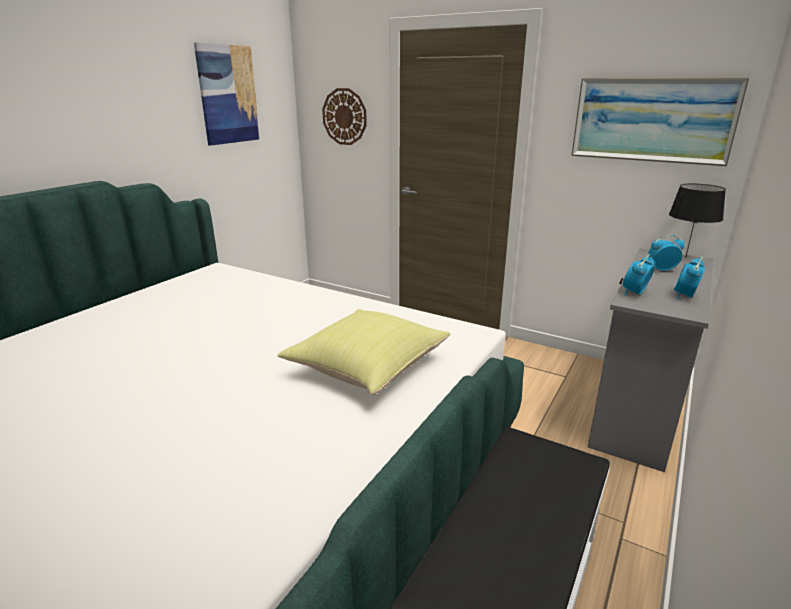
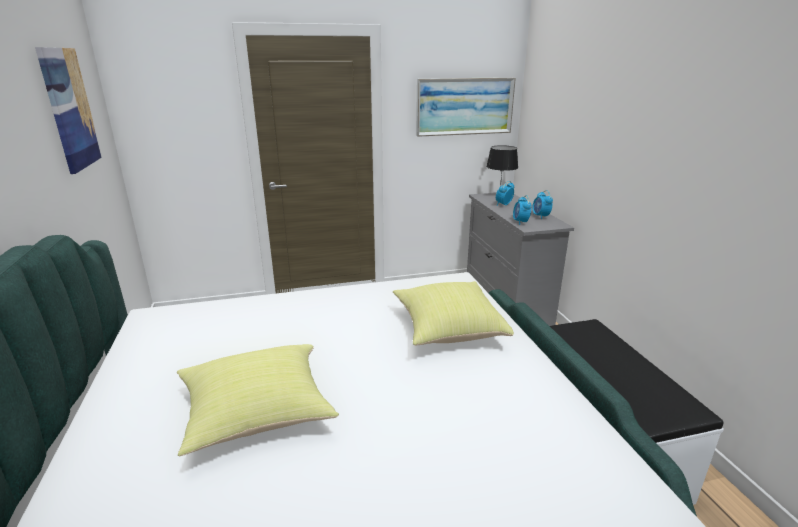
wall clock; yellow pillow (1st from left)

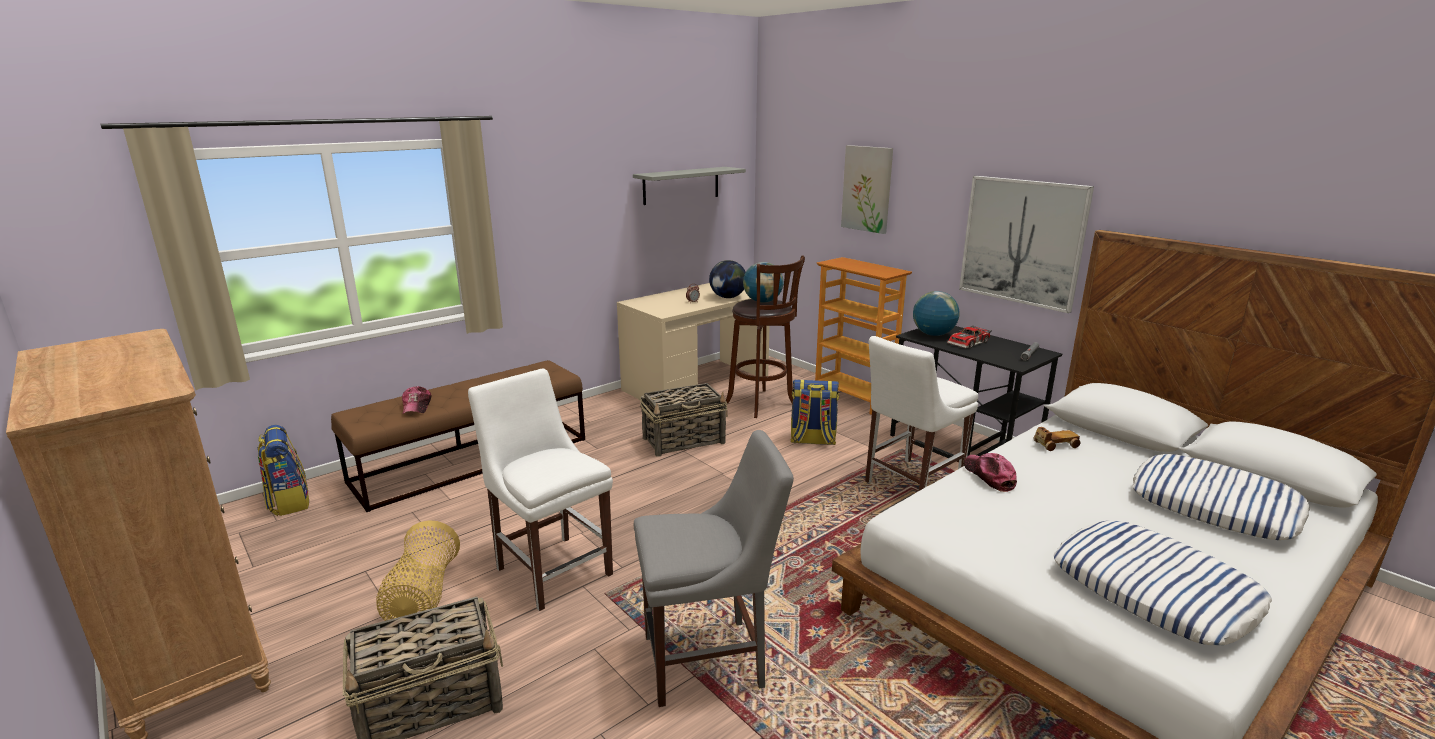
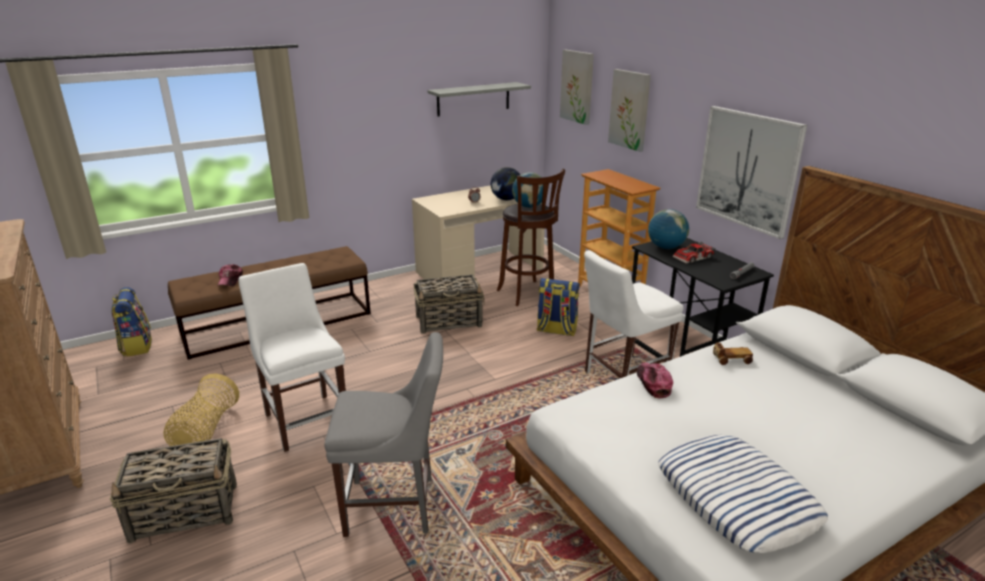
pillow (2nd from left in the first image); picture (1st from left)

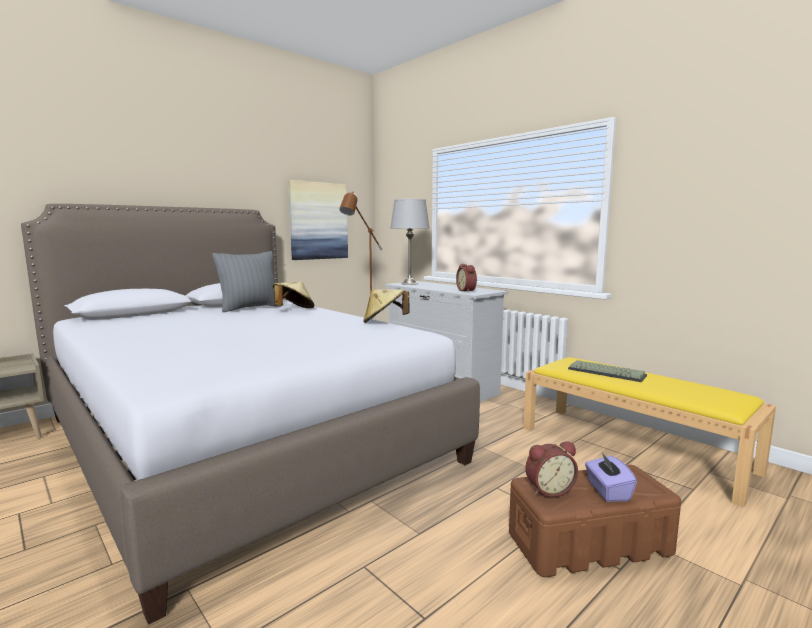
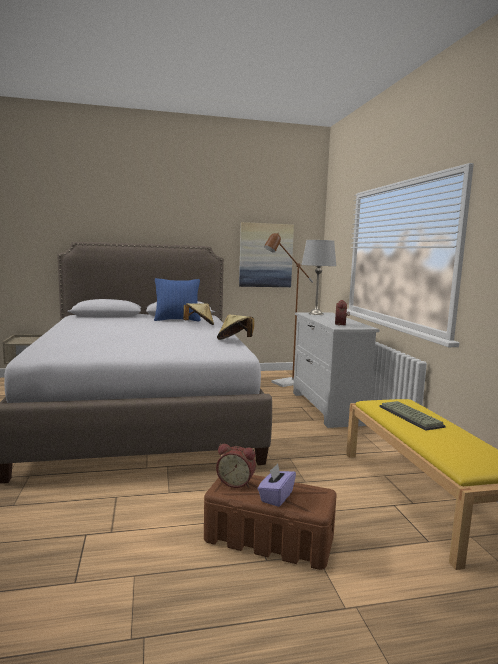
blue pillow

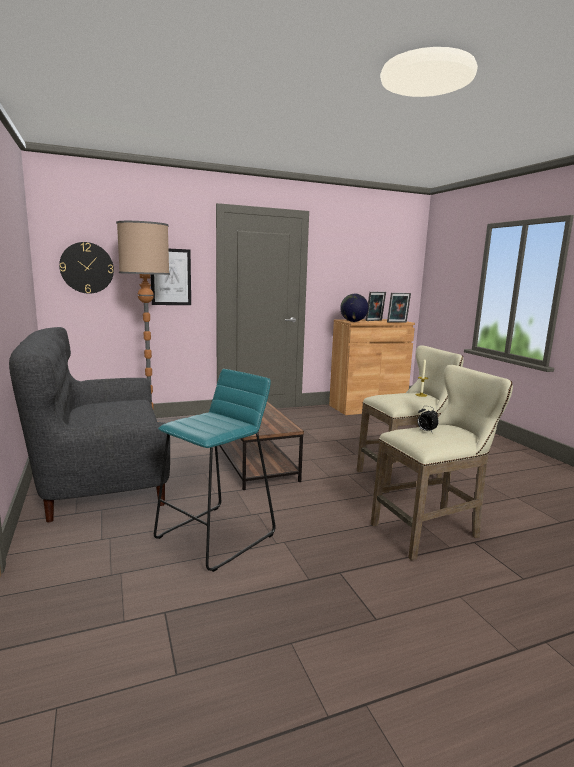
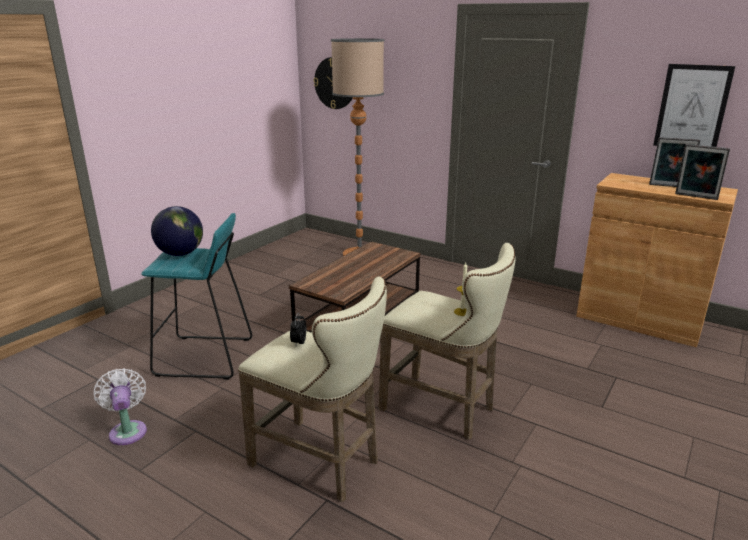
grey sofa; picture; globe; white fan

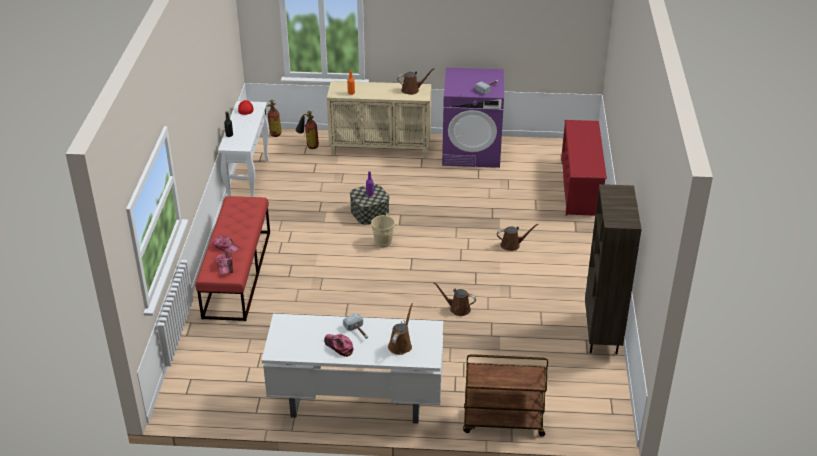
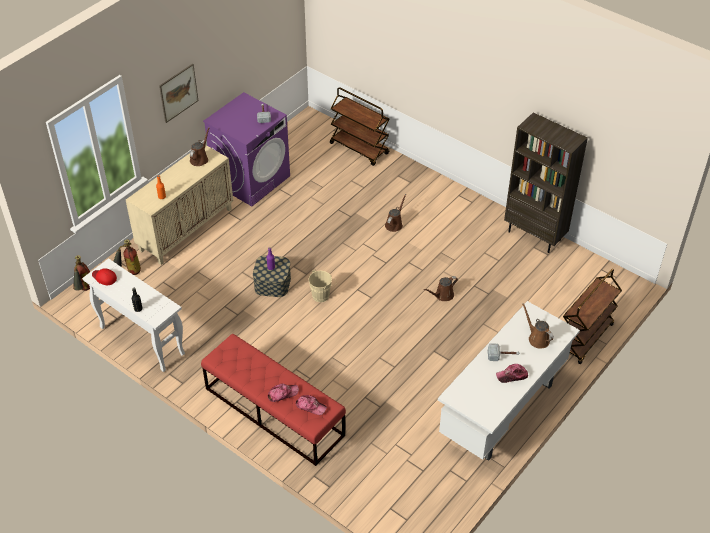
brown cart (1st from left); picture

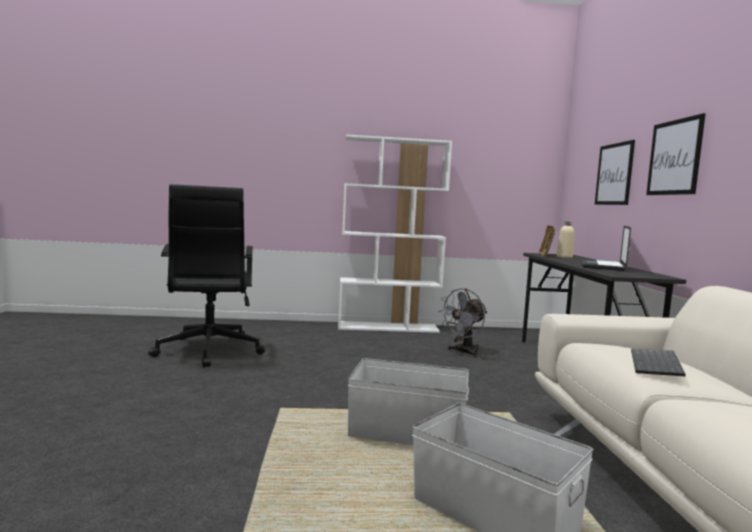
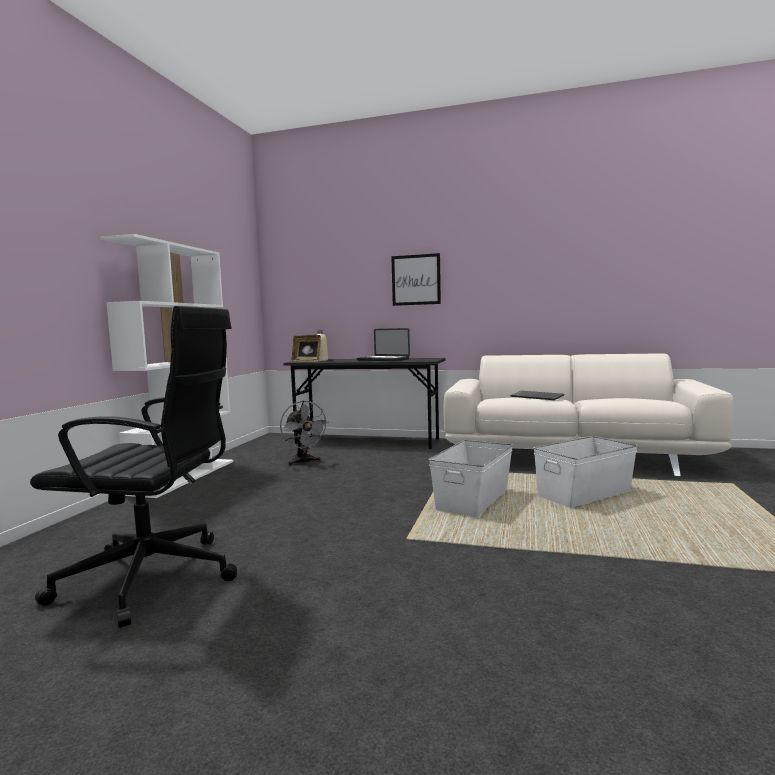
picture (1st from left in the first image)

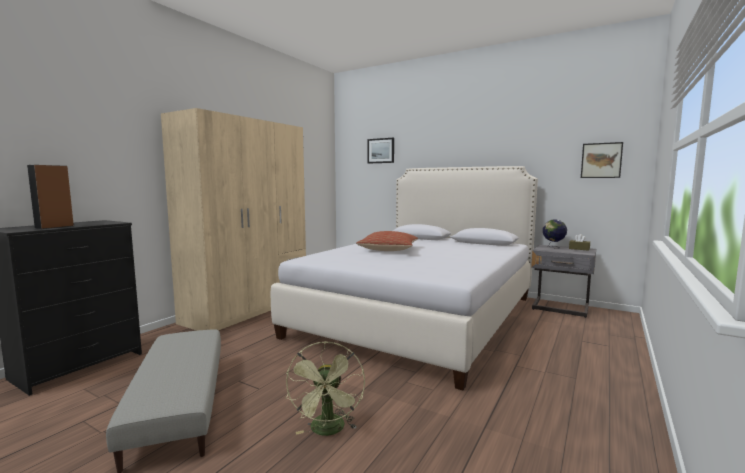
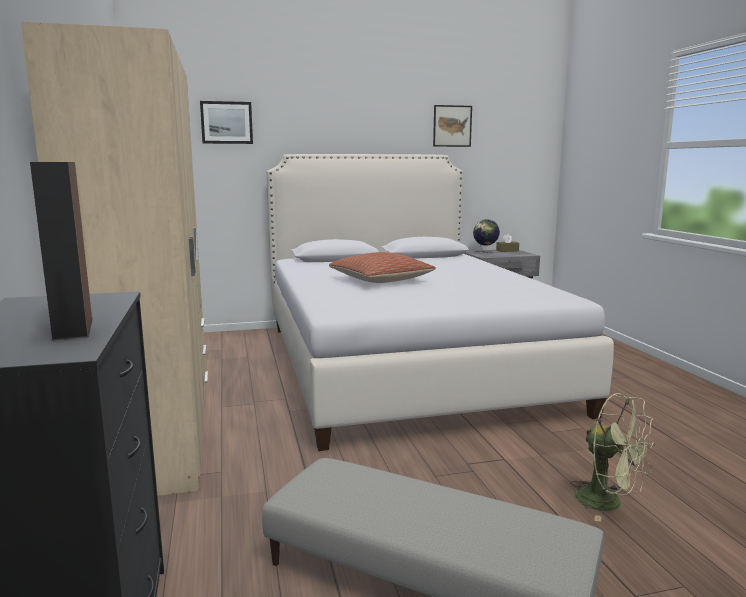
picture (2nd from left)

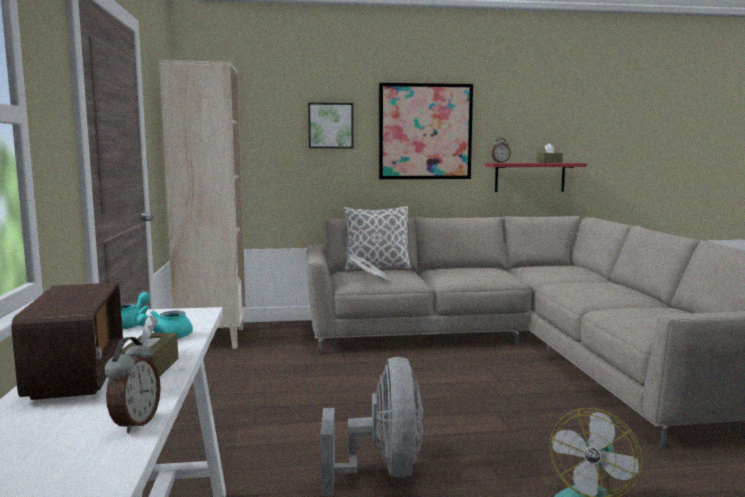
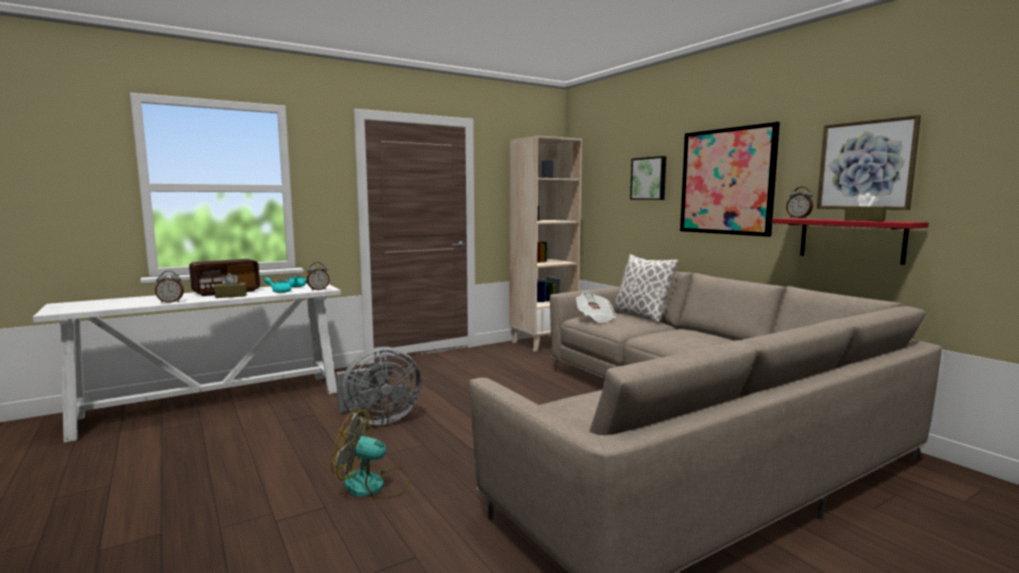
alarm clock (2nd from left); picture (3rd from left)

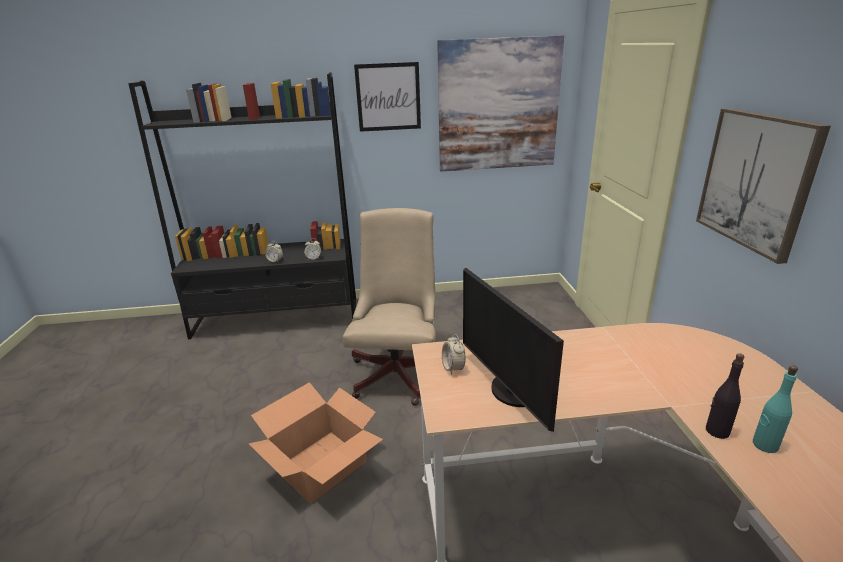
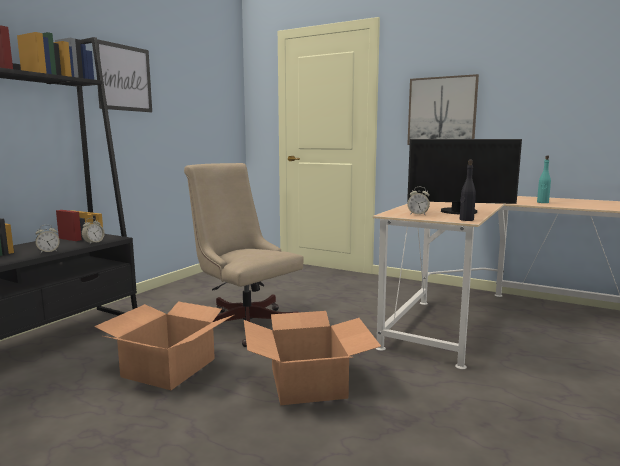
picture (2nd from left in the first image); black bottle; cardboard box (1st from left)

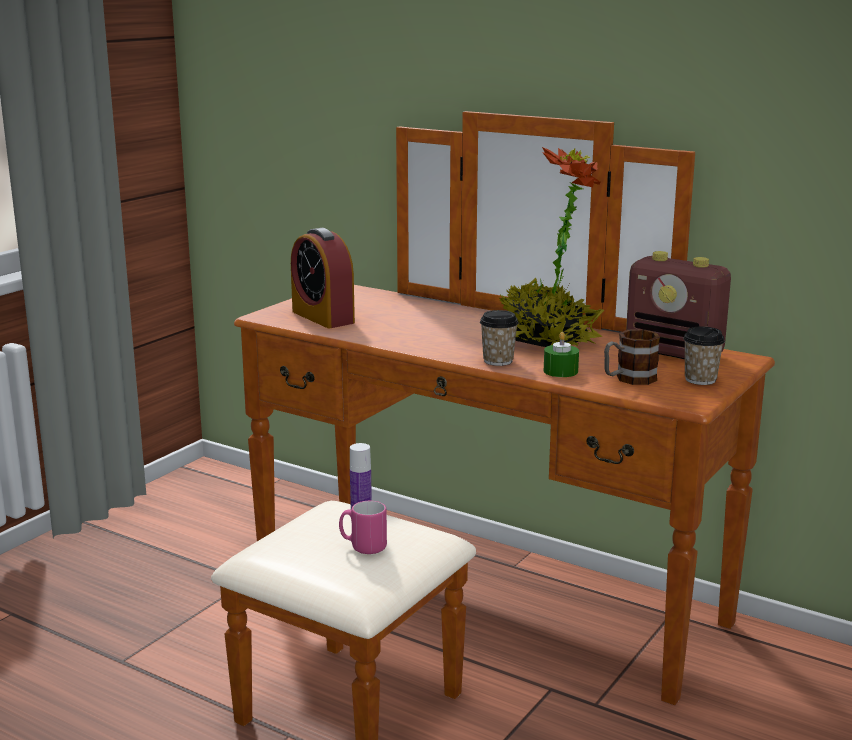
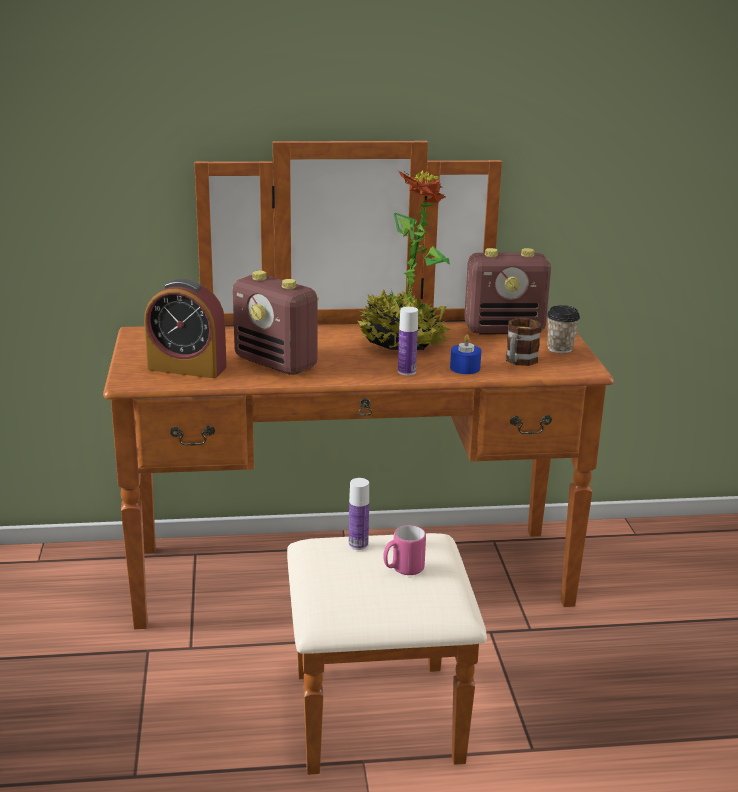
bottle (2nd from left); blue candle; radio (1st from left)

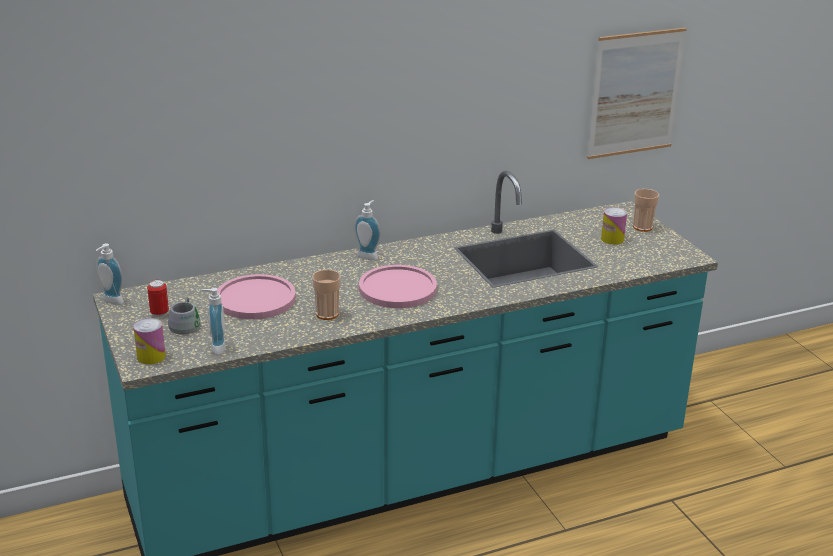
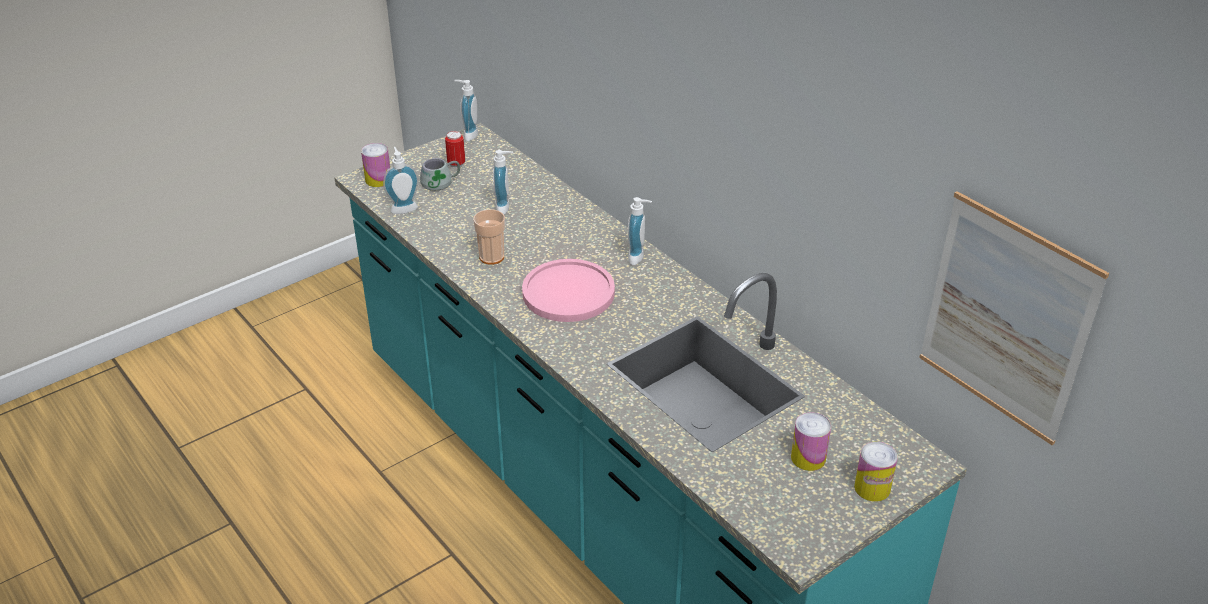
soap dispenser (3rd from left); can (4th from left)

